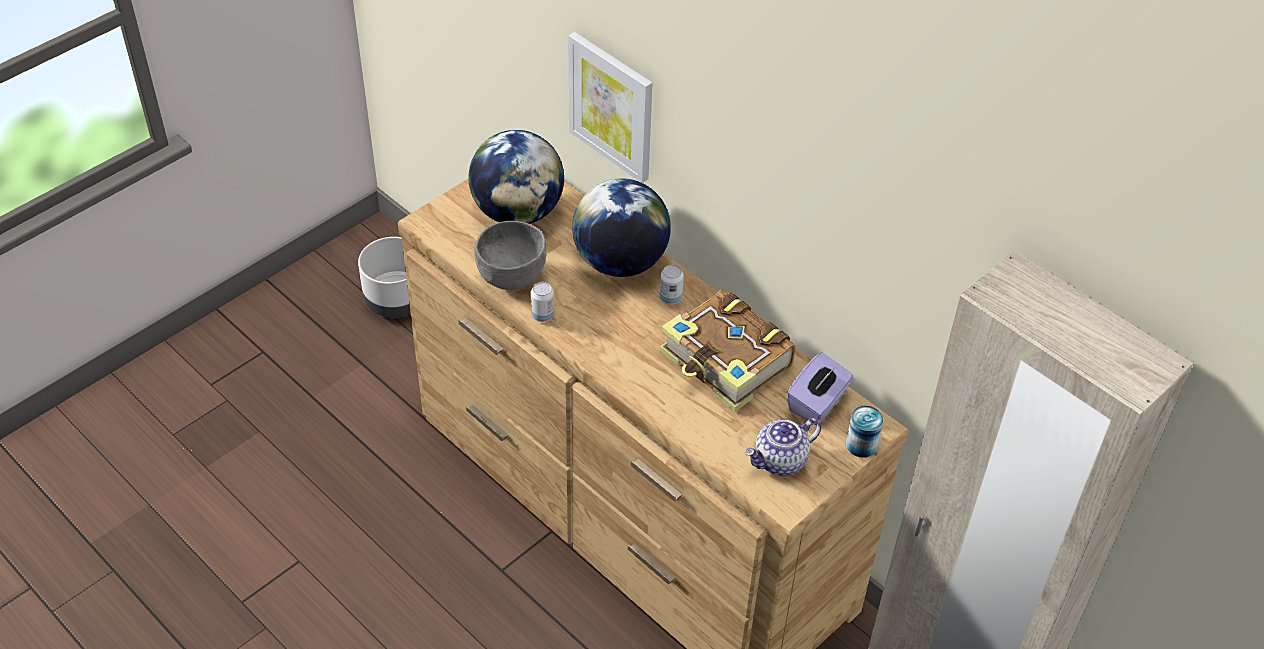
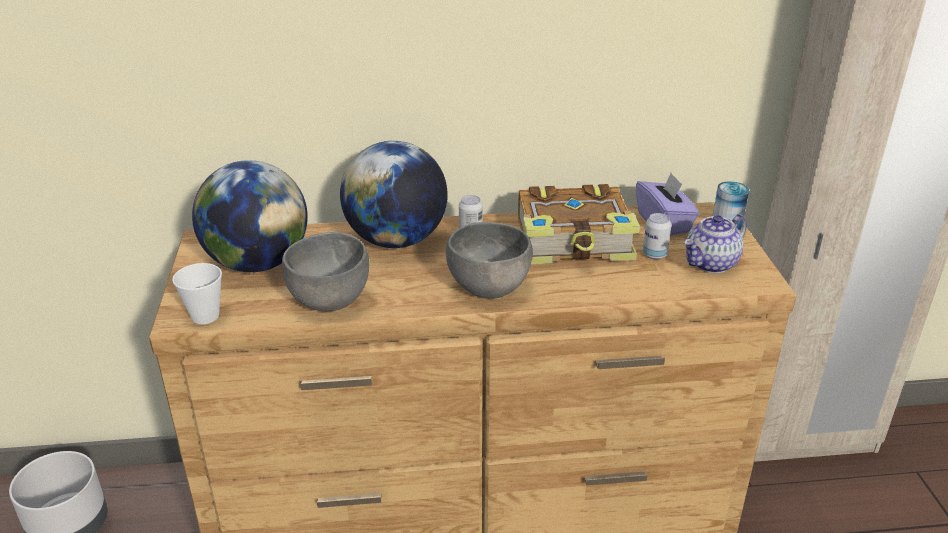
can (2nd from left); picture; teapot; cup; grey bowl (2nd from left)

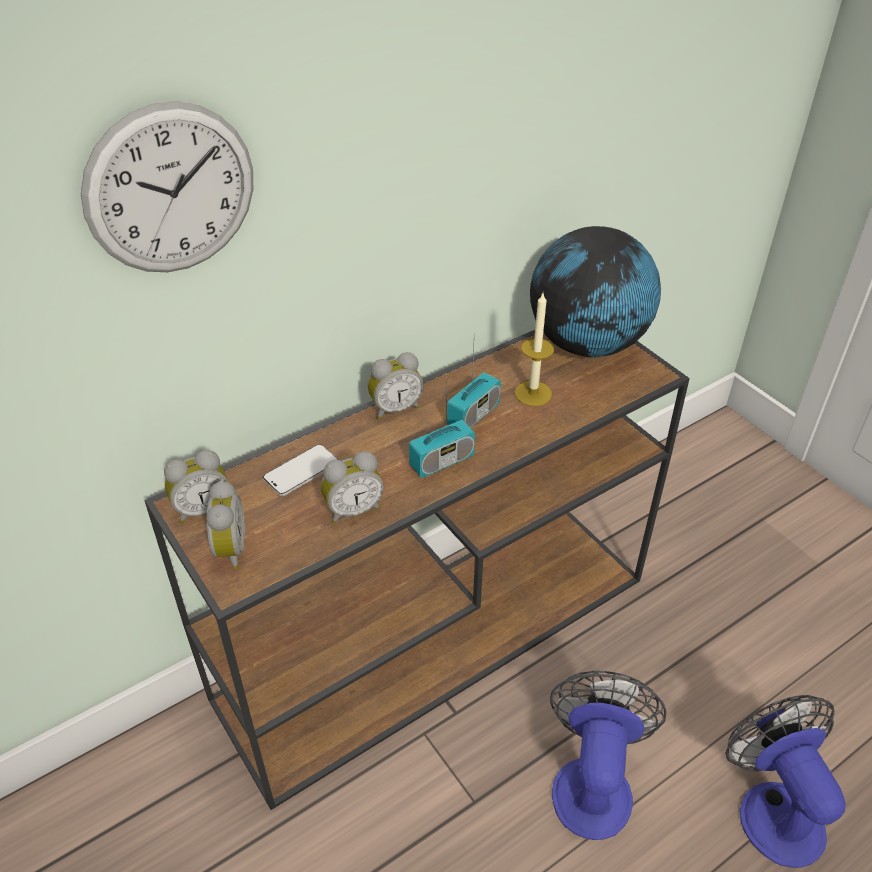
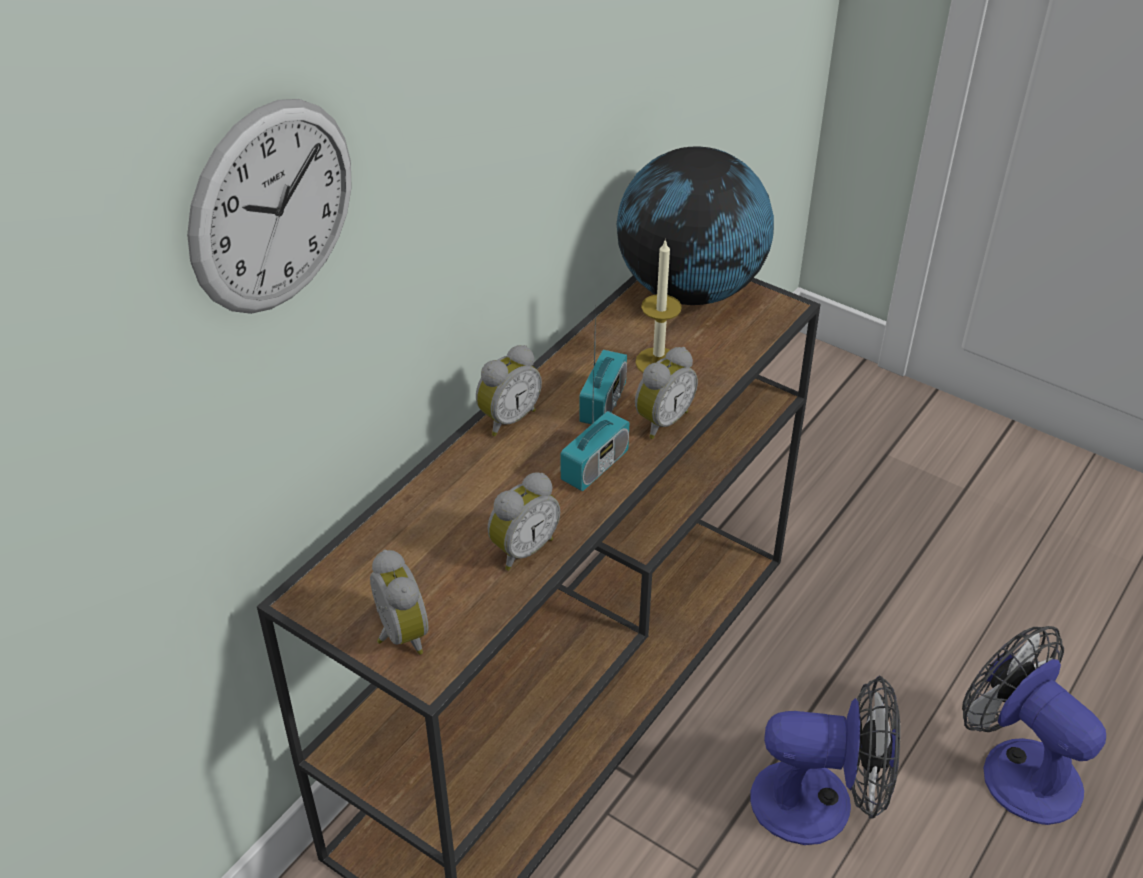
alarm clock (4th from left); phone; fan (1st from left)

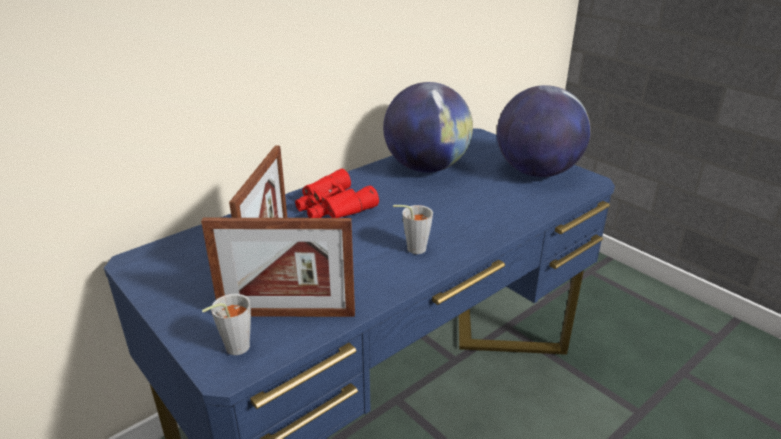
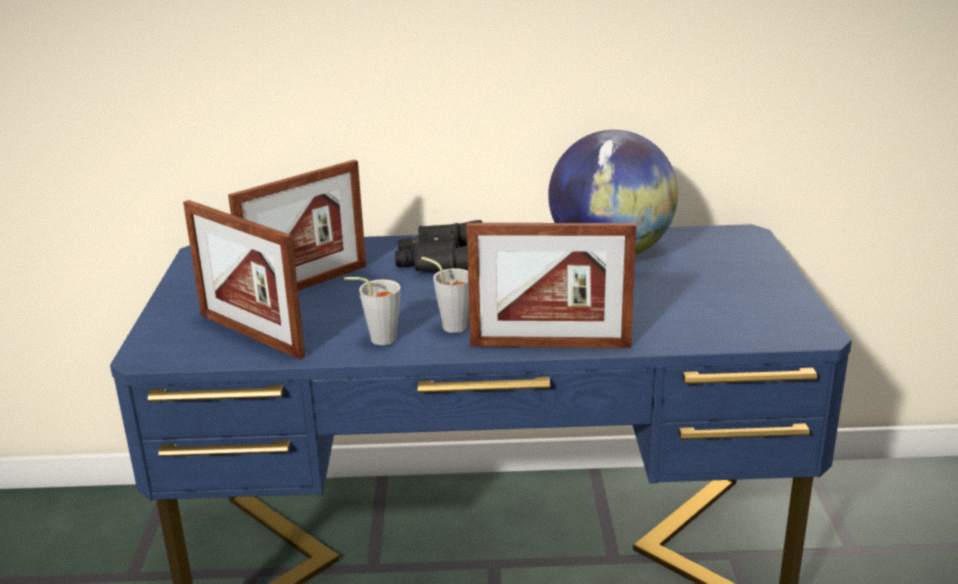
grey cup (1st from left); black binoculars; globe (2nd from left in the first image); picture frame (3rd from left)

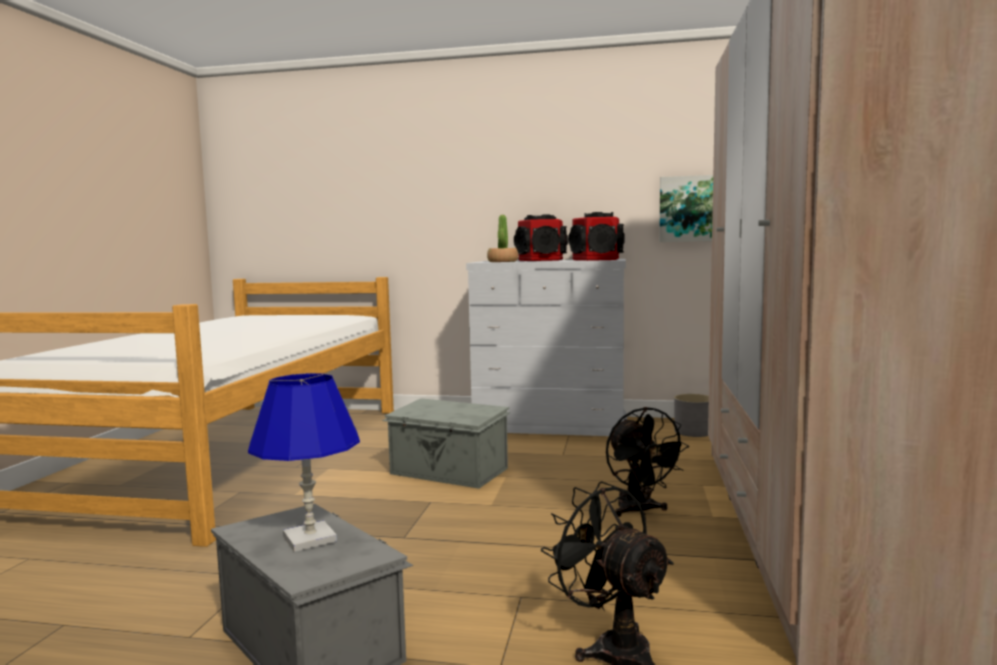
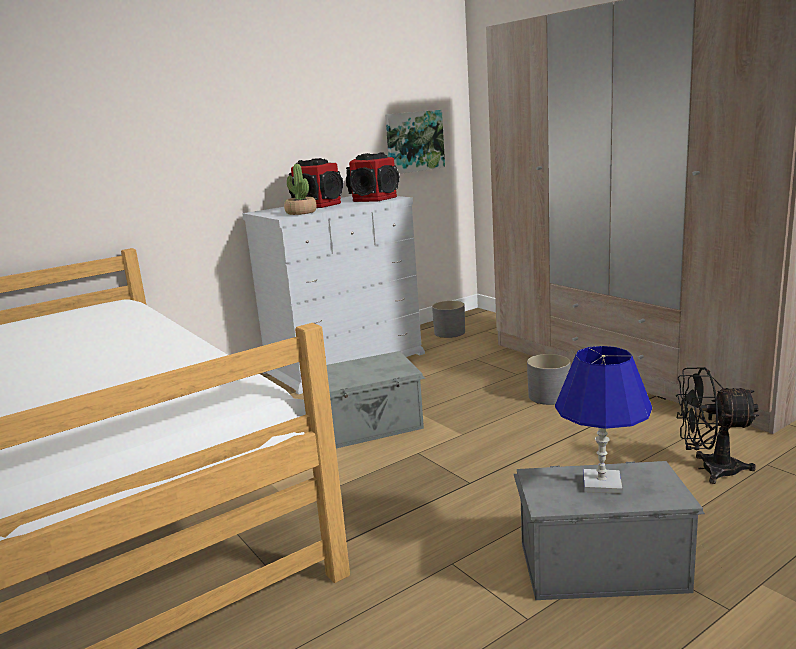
grey planter (2nd from left)

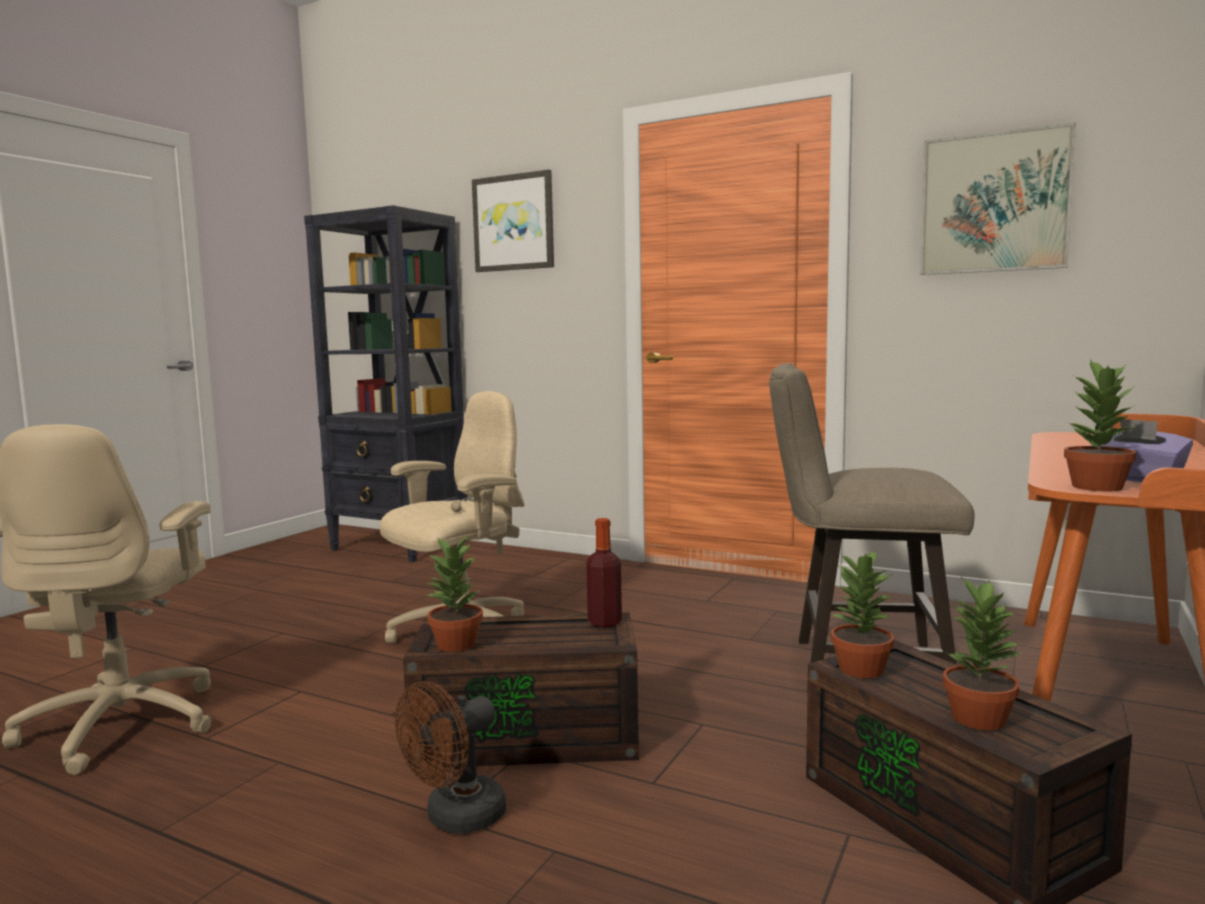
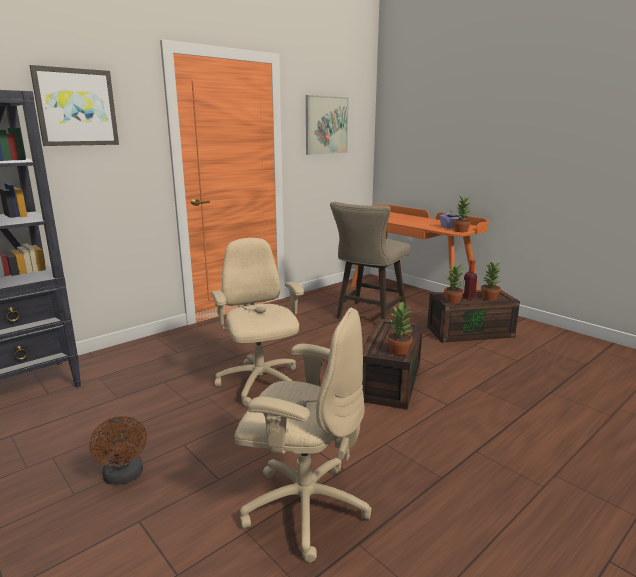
brown fan; bottle

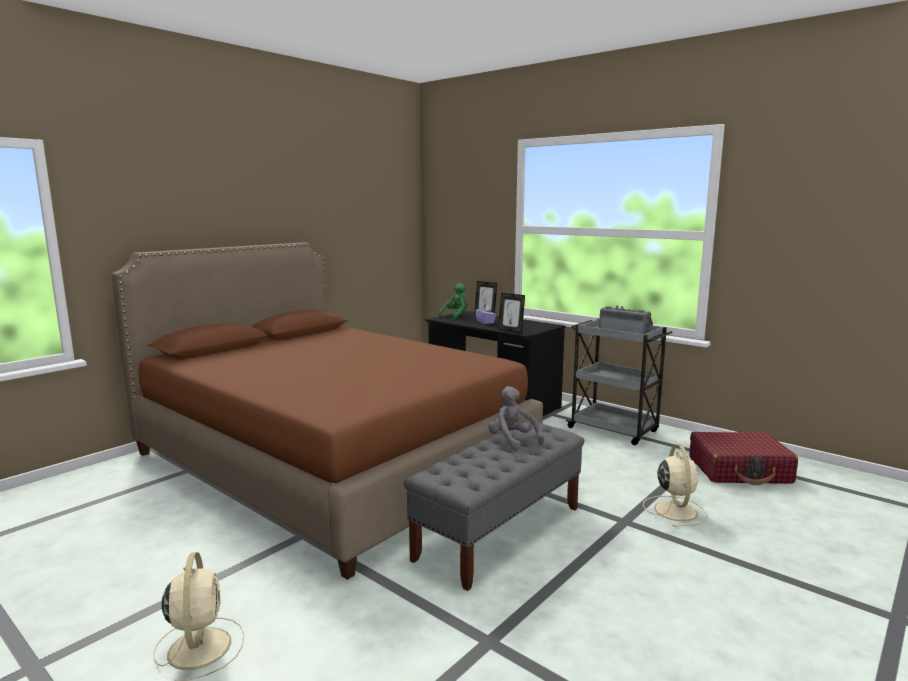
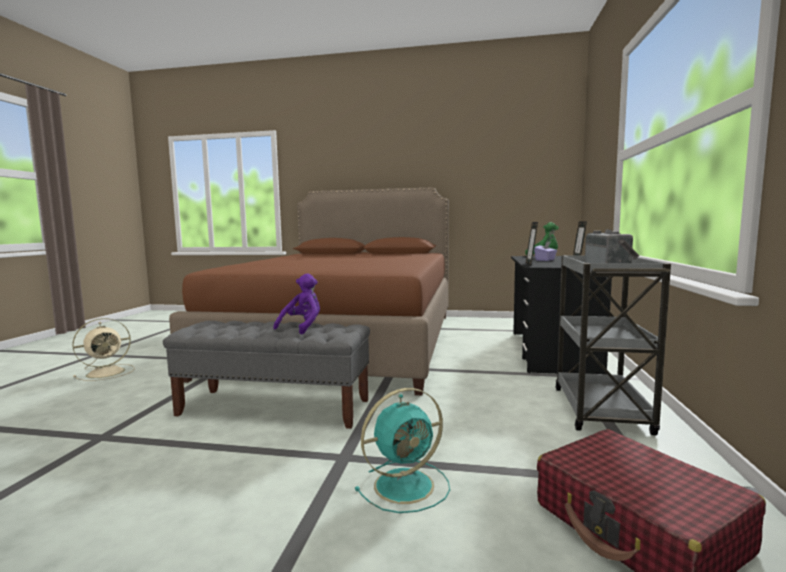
purple plush toy; turquoise fan

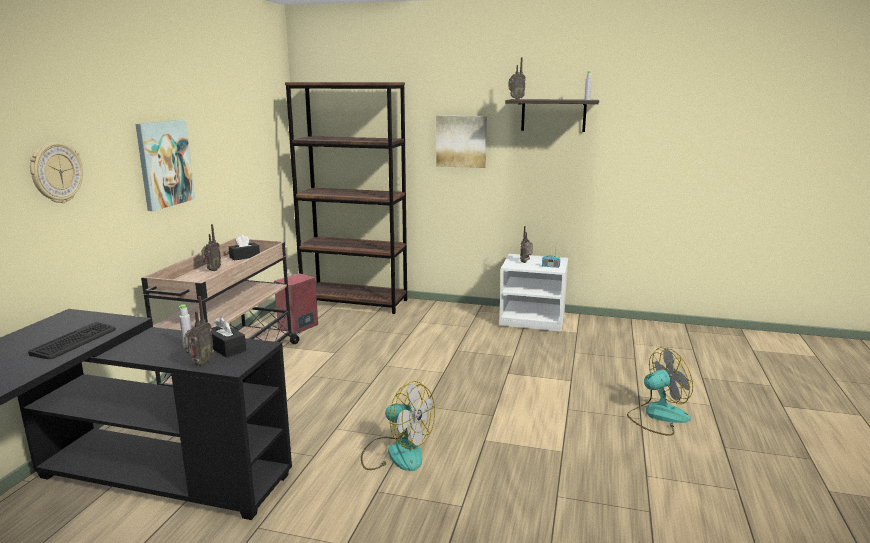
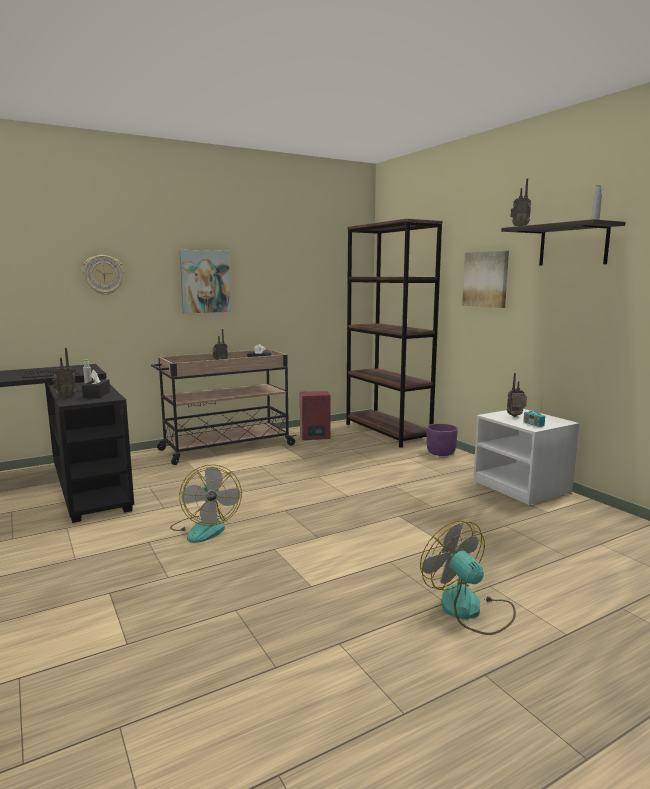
fan (2nd from left); purple planter

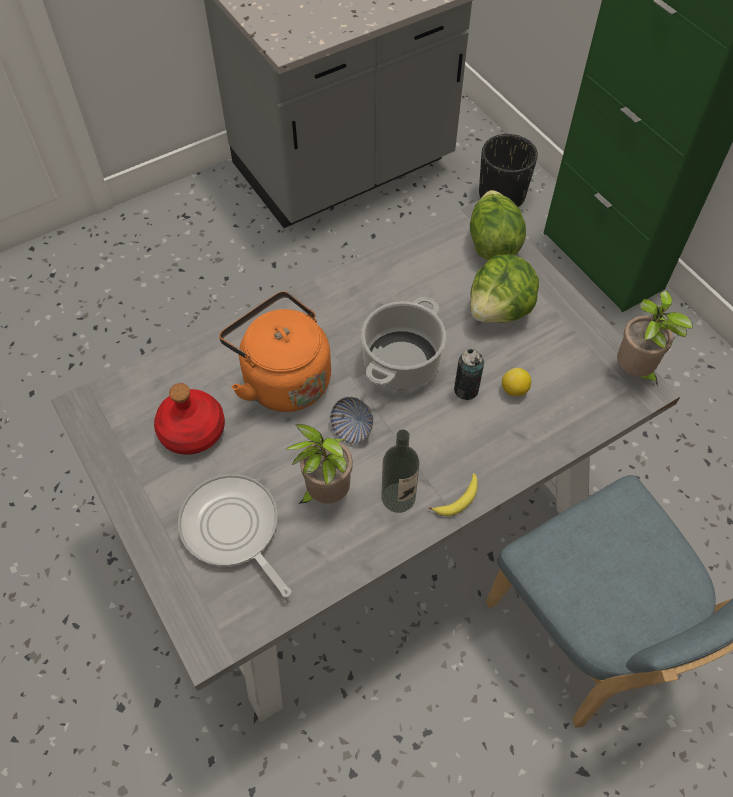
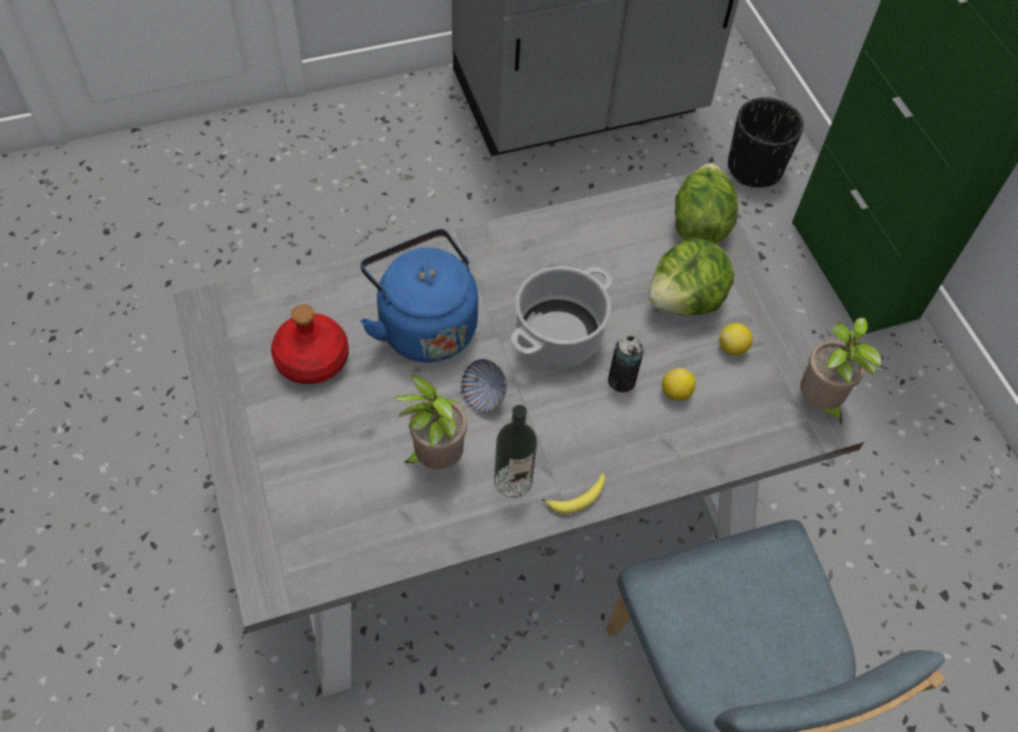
frying pan; blue kettle; lemon (2nd from left)

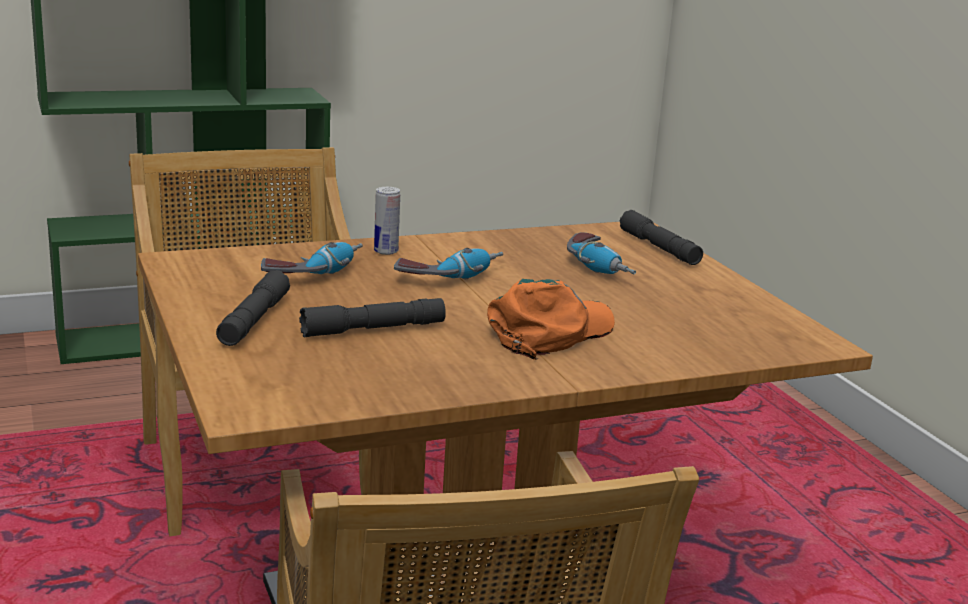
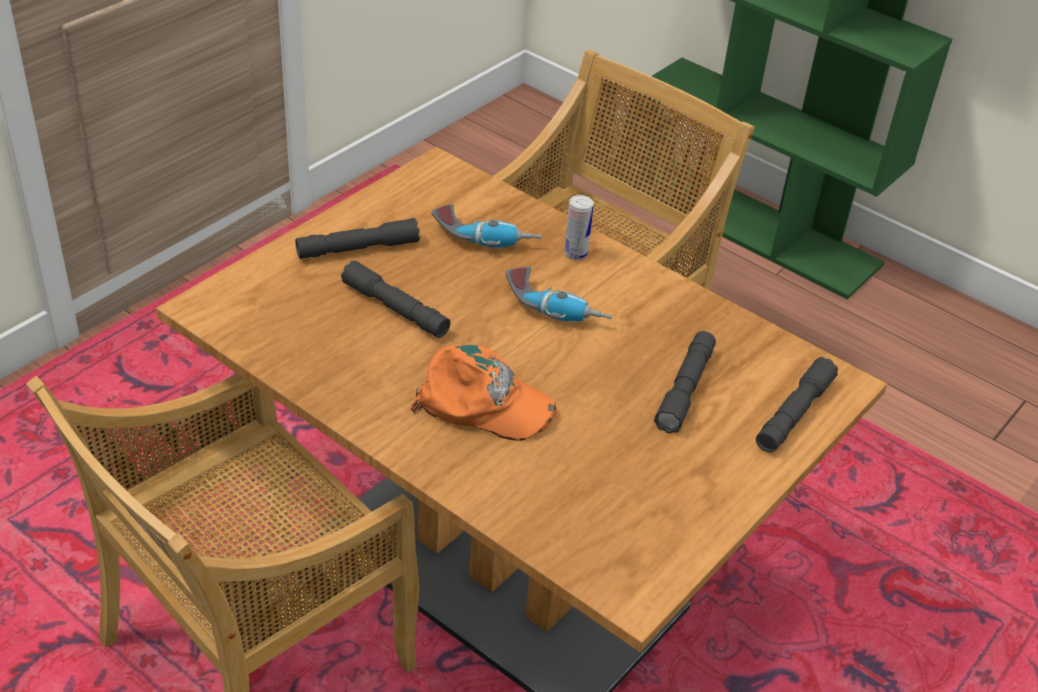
grey flashlight (3rd from left)

